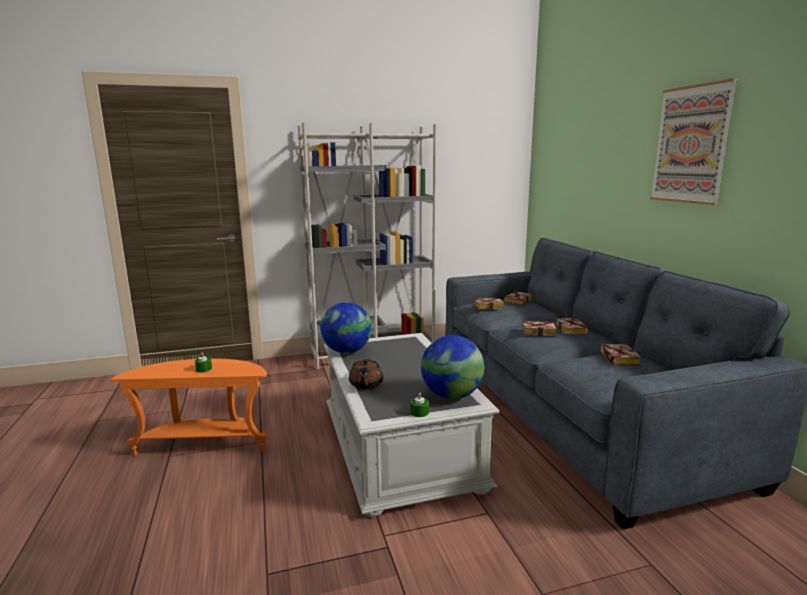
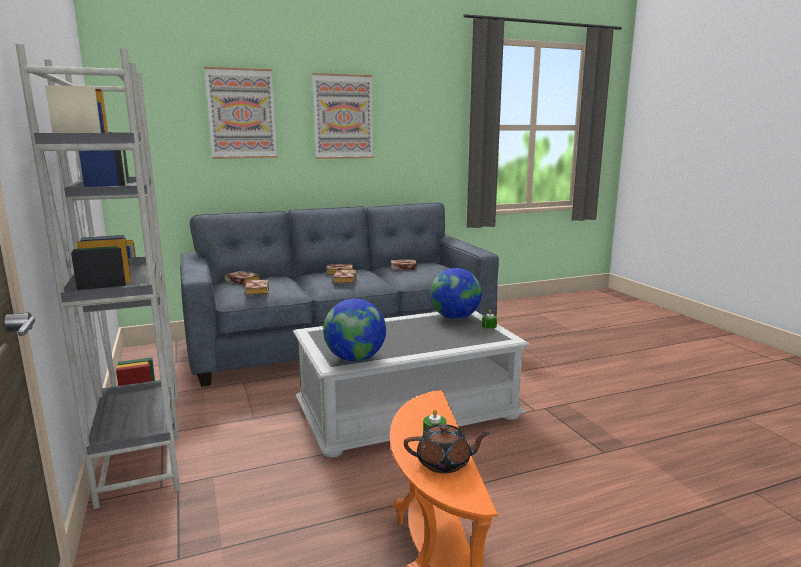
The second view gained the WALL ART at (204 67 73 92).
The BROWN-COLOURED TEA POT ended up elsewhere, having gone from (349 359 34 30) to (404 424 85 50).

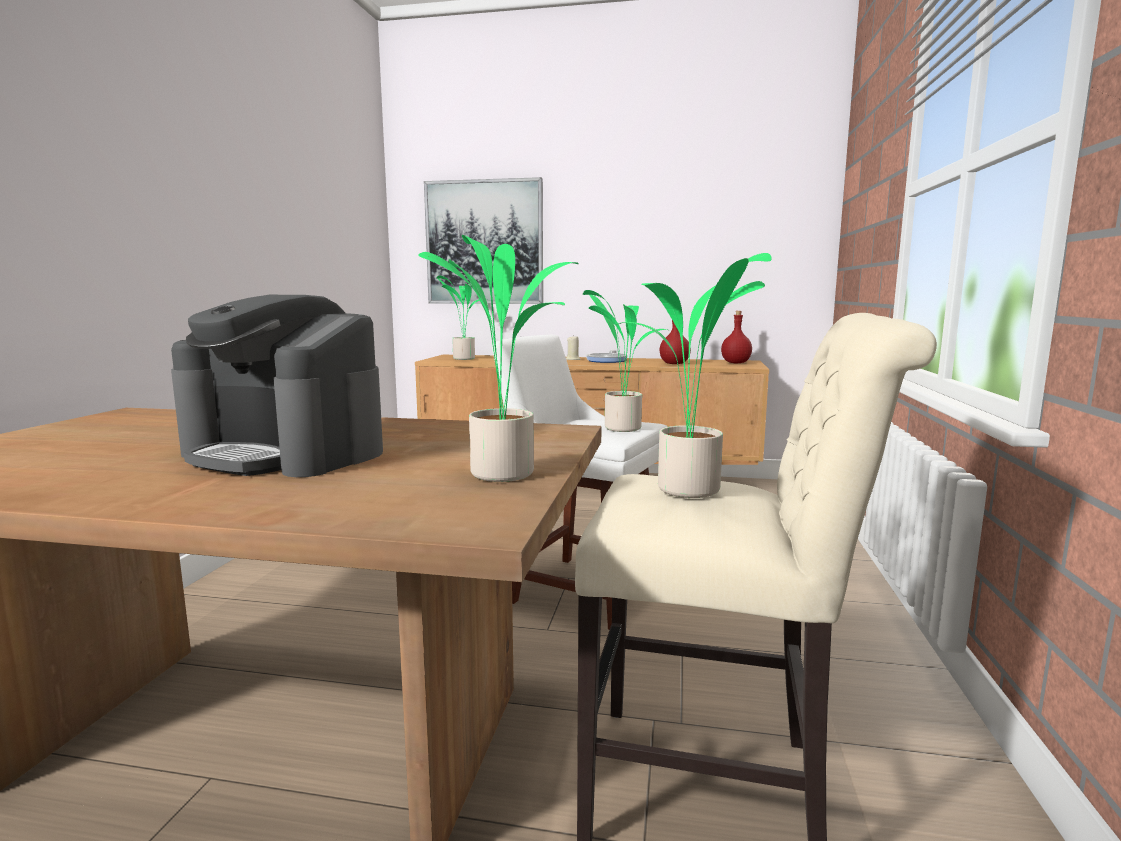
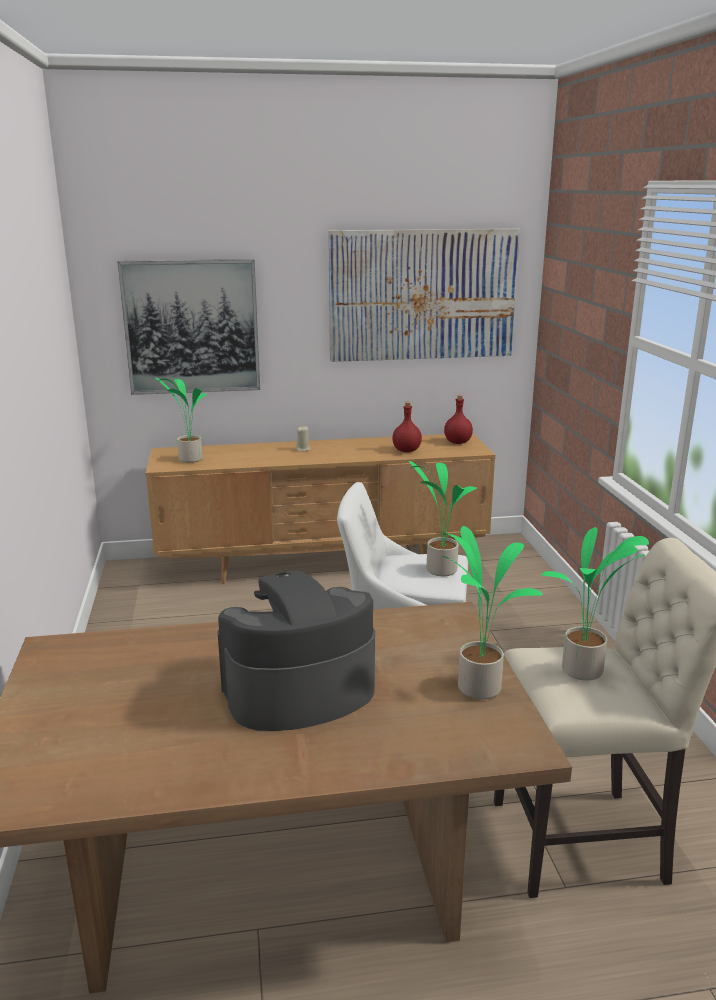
The second view lost the FRYING PAN at (586 350 42 13).
The second view gained the WALL ART at (328 229 192 133).
The COFFEE MACHINE at (171 295 212 182) ended up facing another way, 150 degrees clockwise from before.

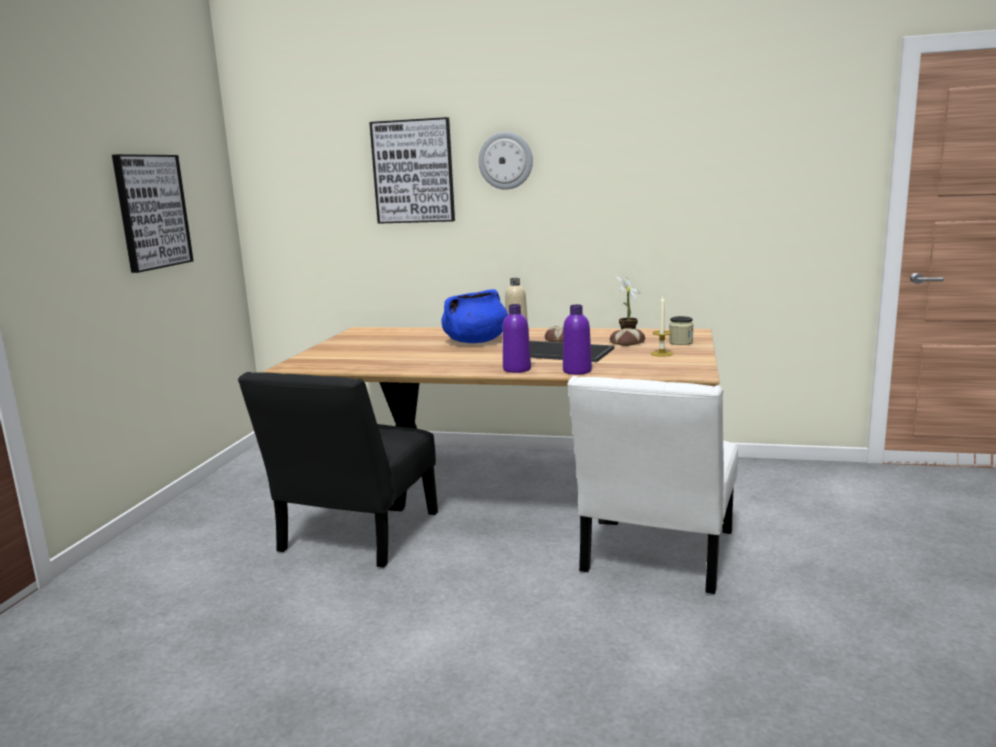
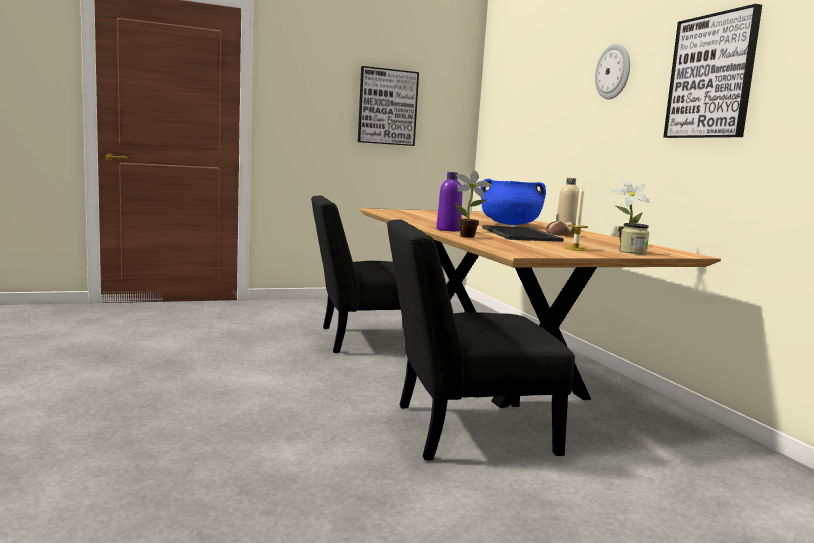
The second view lost the BAKED BREAD at (610 328 35 18).
The WALL ART ended up elsewhere, having gone from (369 117 86 107) to (663 4 99 134).
Where the PURPLE-COLOURED DRINK BOTTLE stood at (563 305 29 70), the PLANT IN A POT came to stand at (454 171 38 67).
What was the WHITE-COLOURED UPRIGHT CHAIR at (567 376 171 218) turned into the BLACKISH UPRIGHT CHAIR at (387 219 188 241).

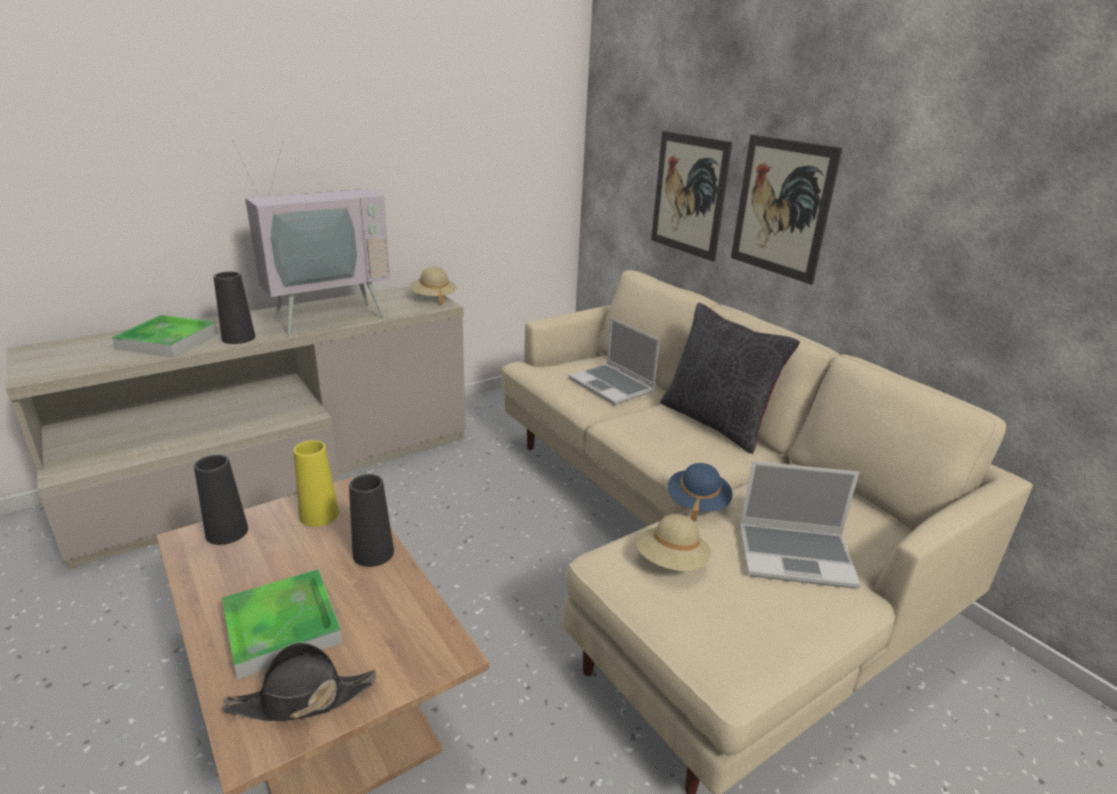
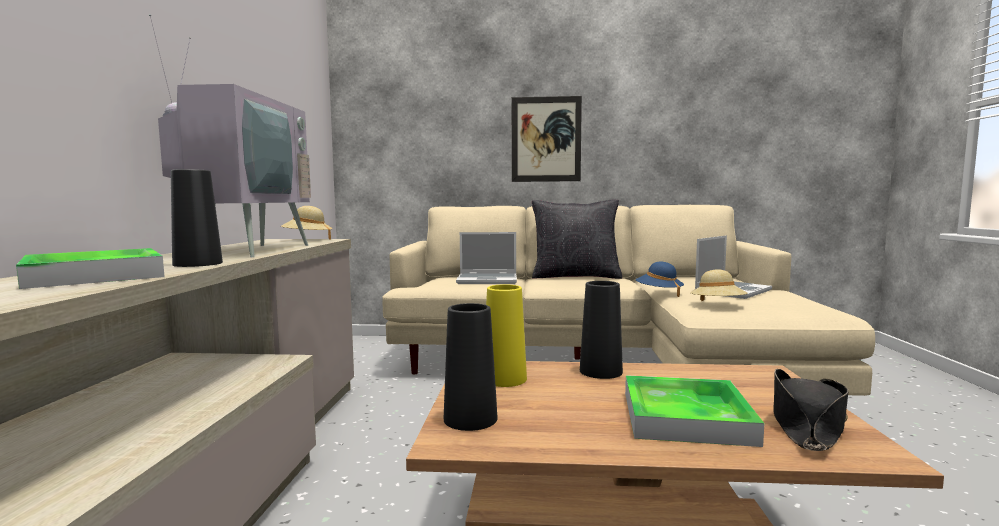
The second view lost the WALL ART at (651 131 82 131).

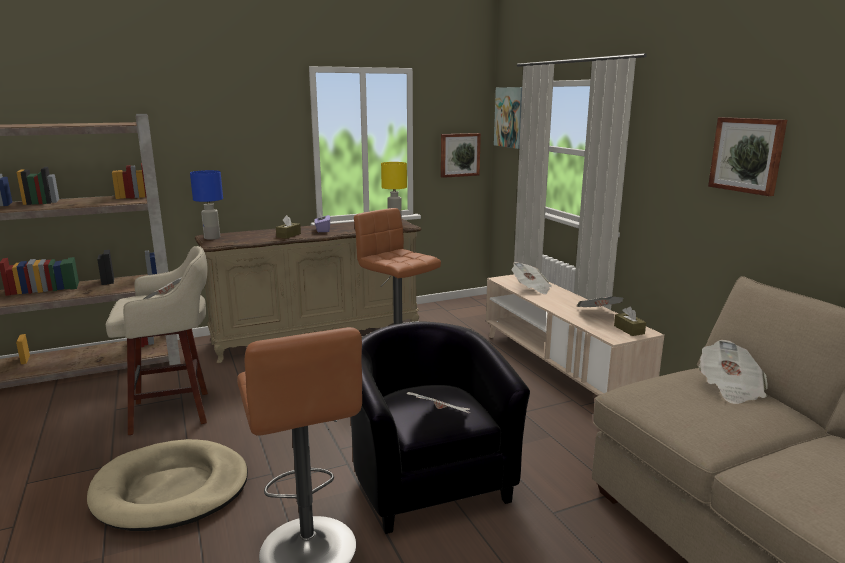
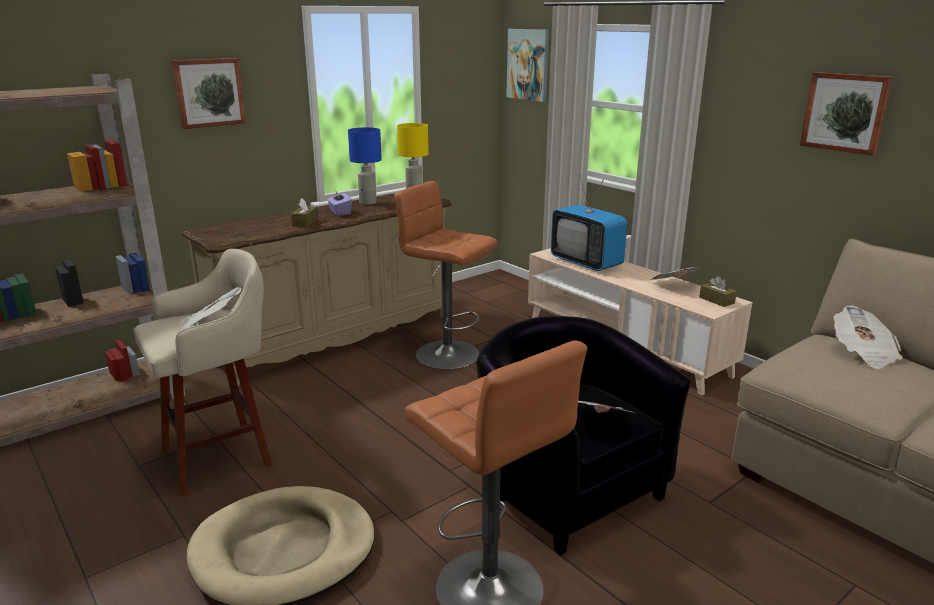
The BLUE-COLOURED LAMP FOR A TABLE ended up elsewhere, having gone from (190 170 33 70) to (348 127 34 78).
The WALL ART ended up elsewhere, having gone from (441 133 40 45) to (171 58 75 71).
Where the DAILY PAPER stood at (512 262 40 33), the TV came to stand at (551 174 76 97).

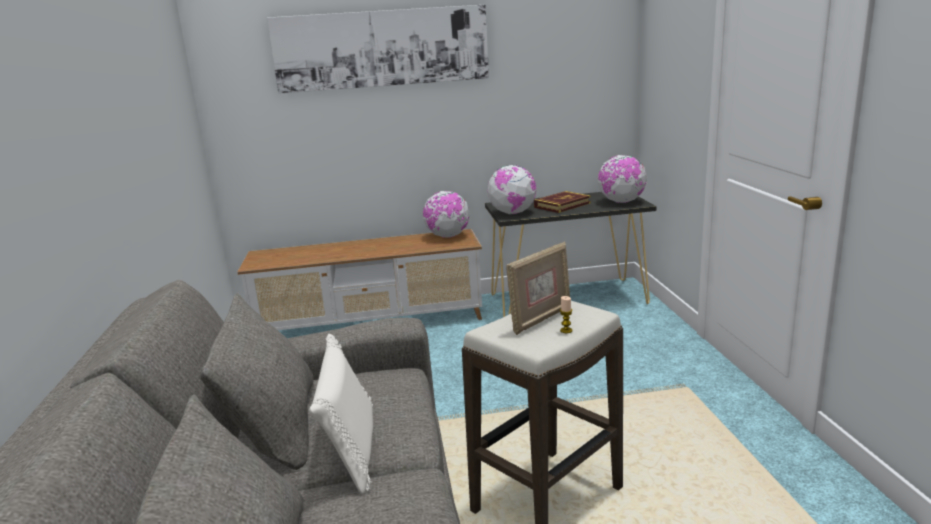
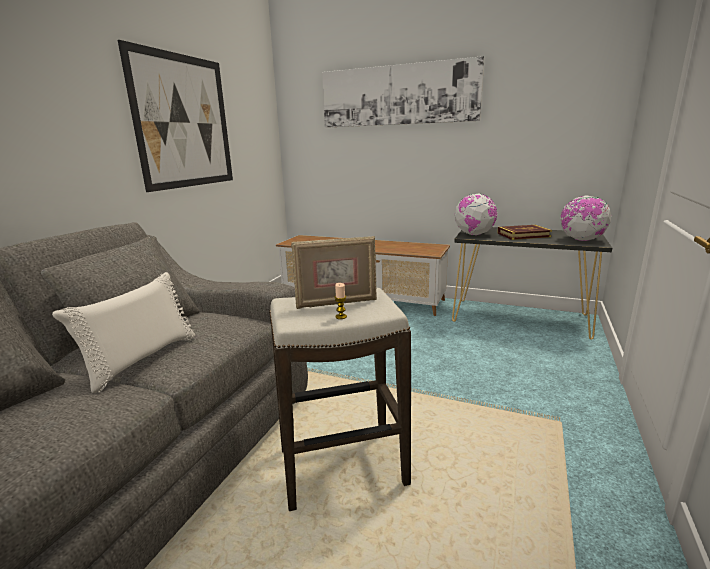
The second view lost the WORLD GLOBE at (423 191 47 47).
The second view gained the WALL ART at (118 40 115 152).

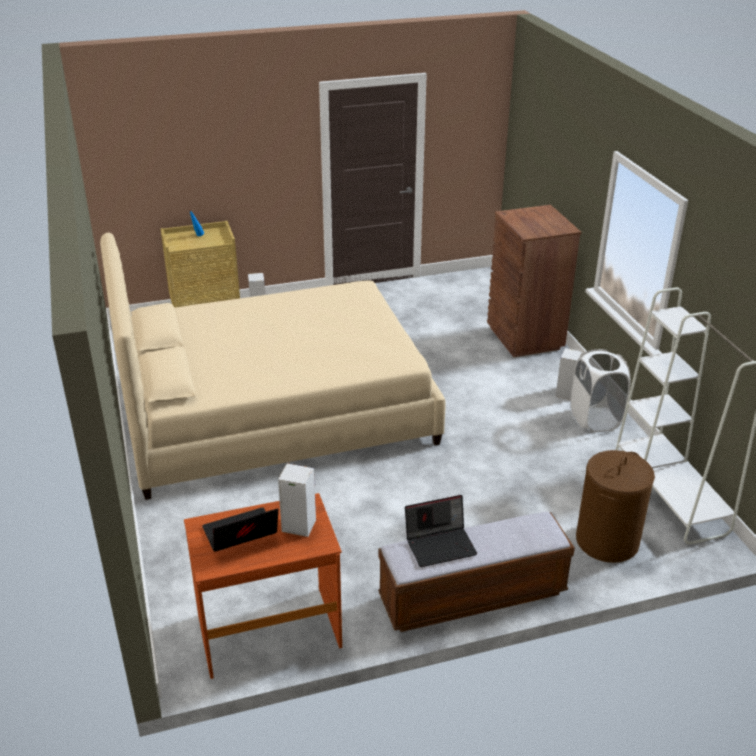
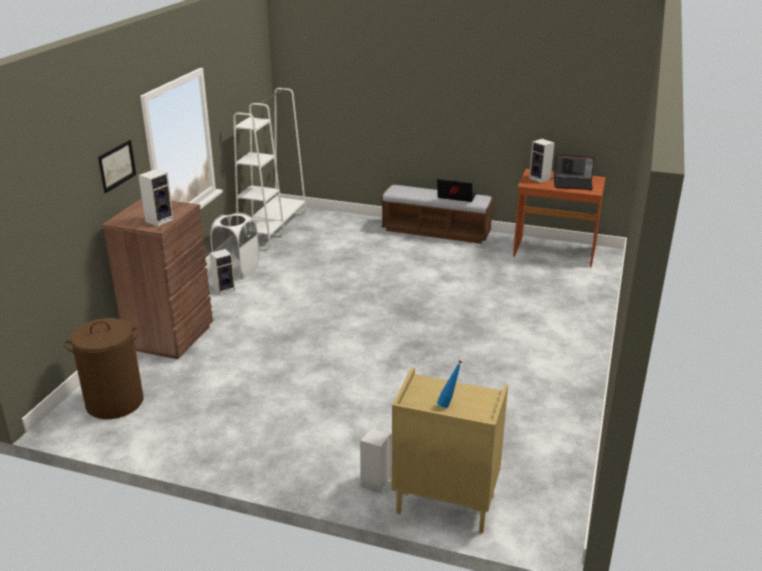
The second view lost the BEIGE-COLOURED SLEEPING BED at (100 233 346 267).
The second view gained the WALL ART at (98 140 38 53).
The second view gained the SPEAKER at (138 169 36 58).
The BROWN-COLOURED LAUNDRY BASKET ended up elsewhere, having gone from (576 450 79 113) to (64 318 79 101).

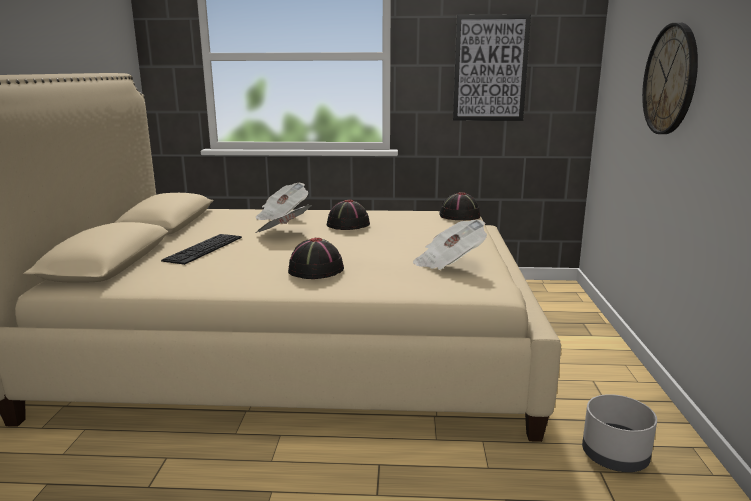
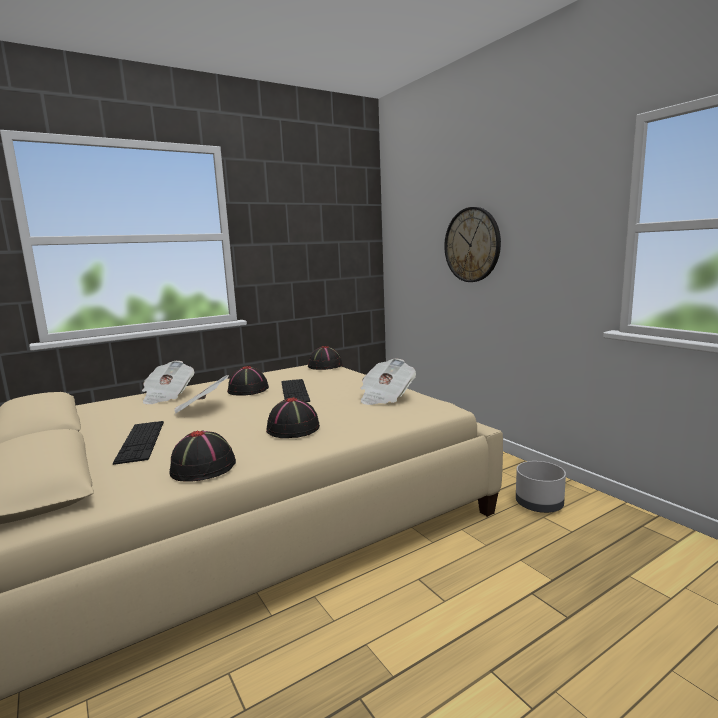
The second view lost the WALL ART at (453 14 78 107).
The second view gained the BLACKISH CLOTHING HAT at (169 431 67 51).
The second view gained the COMPUTER KEYBOARD at (281 379 29 23).

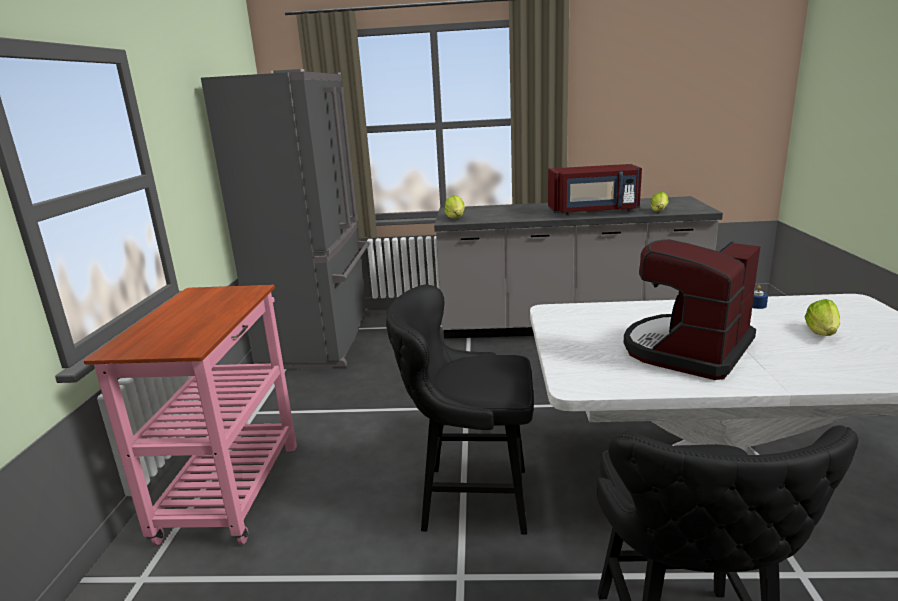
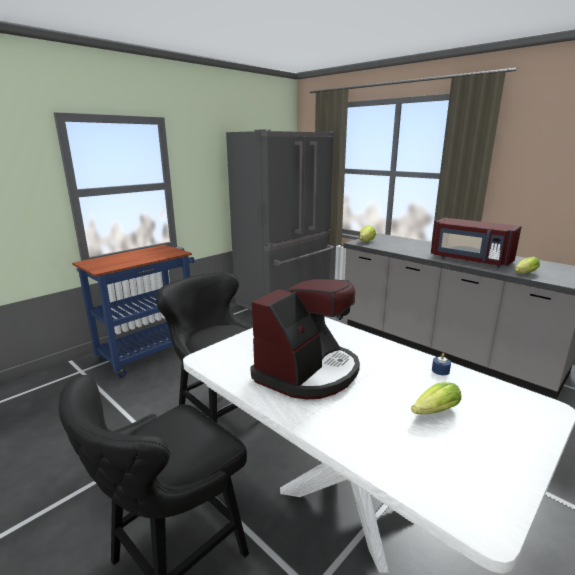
What was the PINKISH WHEELED CART at (83 285 214 260) turned into the BLUE-COLOURED WHEELED CART at (72 245 122 133).
The COFFEE MACHINE at (623 239 138 141) ended up facing another way, 135 degrees clockwise from before.

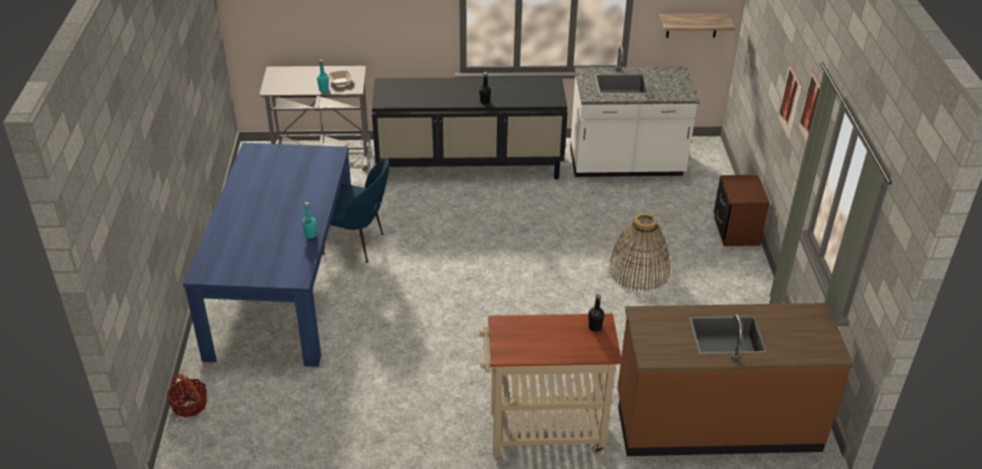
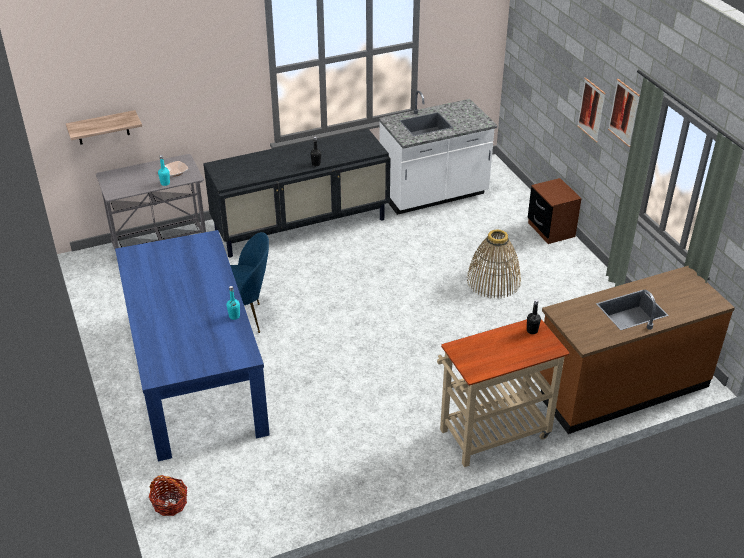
The BRACKET SHELF ended up elsewhere, having gone from (659 14 76 24) to (66 110 76 35).

